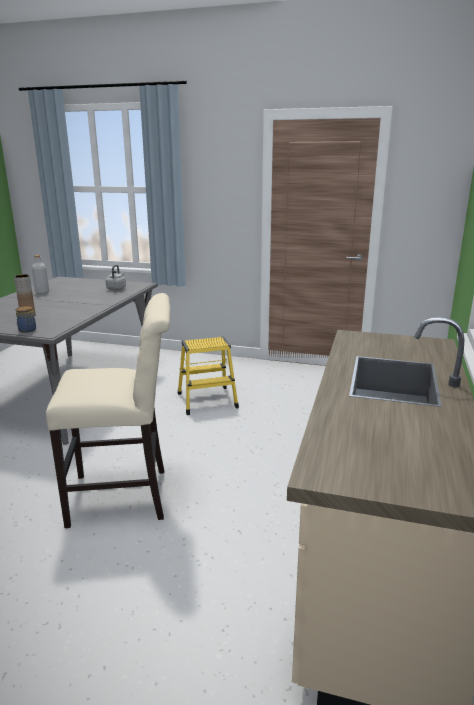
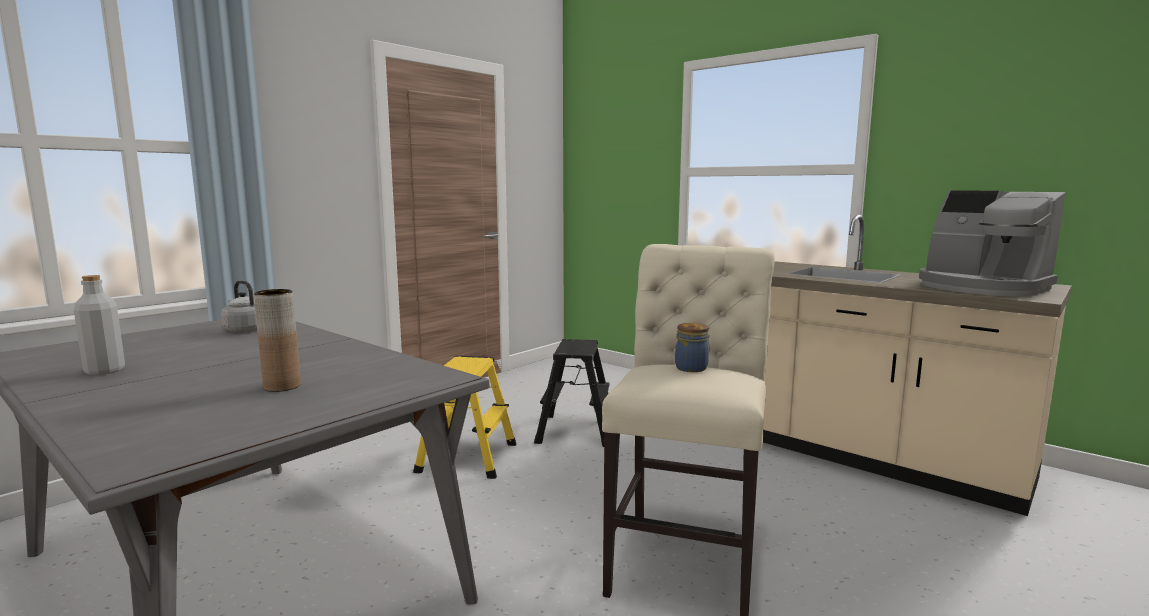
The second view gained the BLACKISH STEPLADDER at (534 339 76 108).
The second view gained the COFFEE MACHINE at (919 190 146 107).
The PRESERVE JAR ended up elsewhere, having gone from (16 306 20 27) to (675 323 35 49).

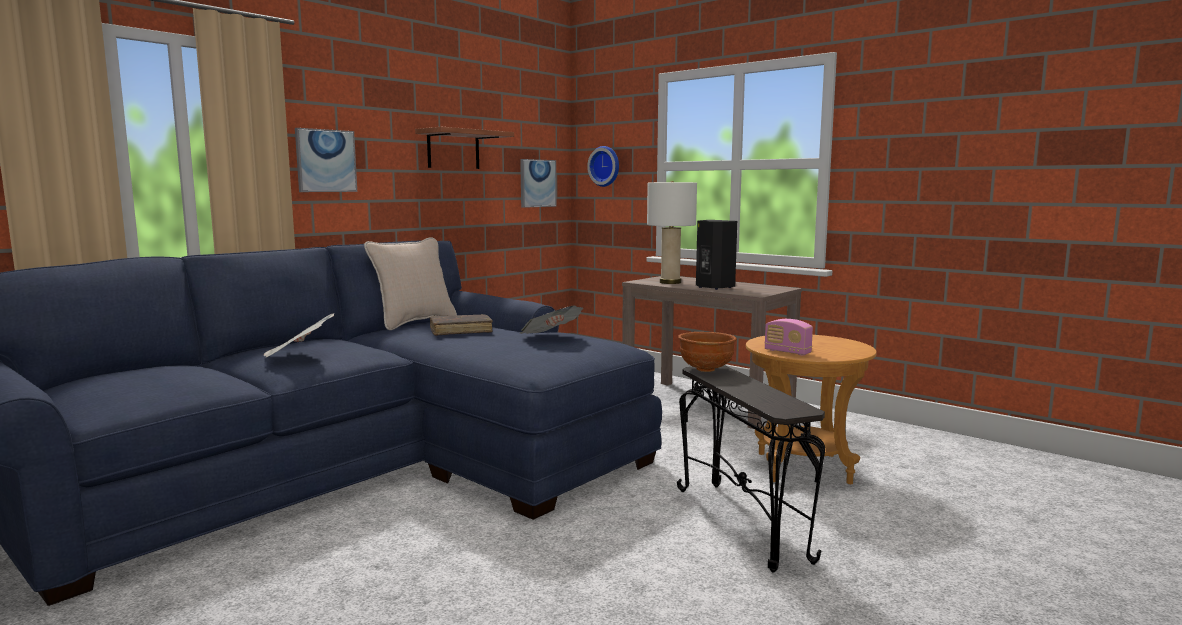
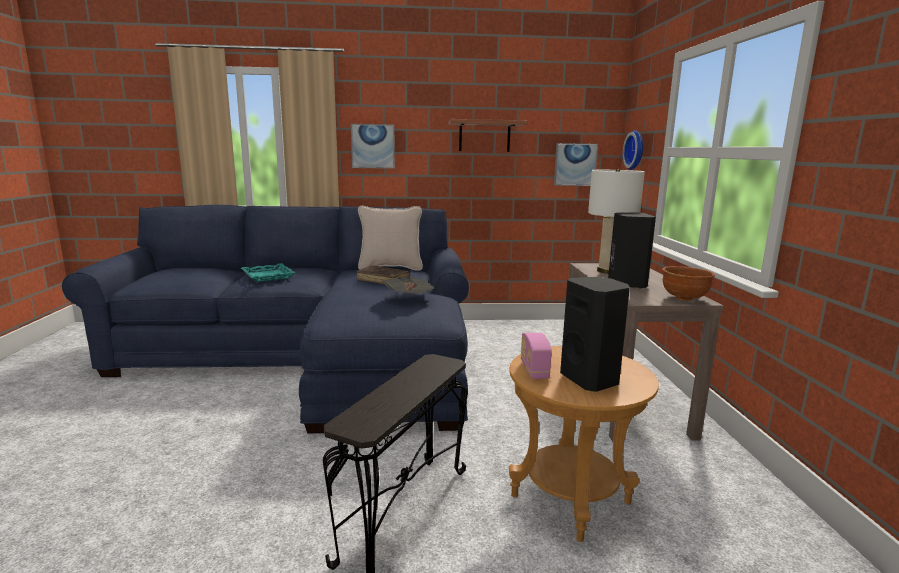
The second view gained the BLACKISH SPEAKER at (560 277 70 115).
The BROWN-COLOURED SERVING BOWL ended up elsewhere, having gone from (678 332 58 40) to (662 266 53 35).
Where the DAILY PAPER stood at (264 313 70 44), the BLUE-GREEN CARRYING TRAY came to stand at (241 263 54 19).

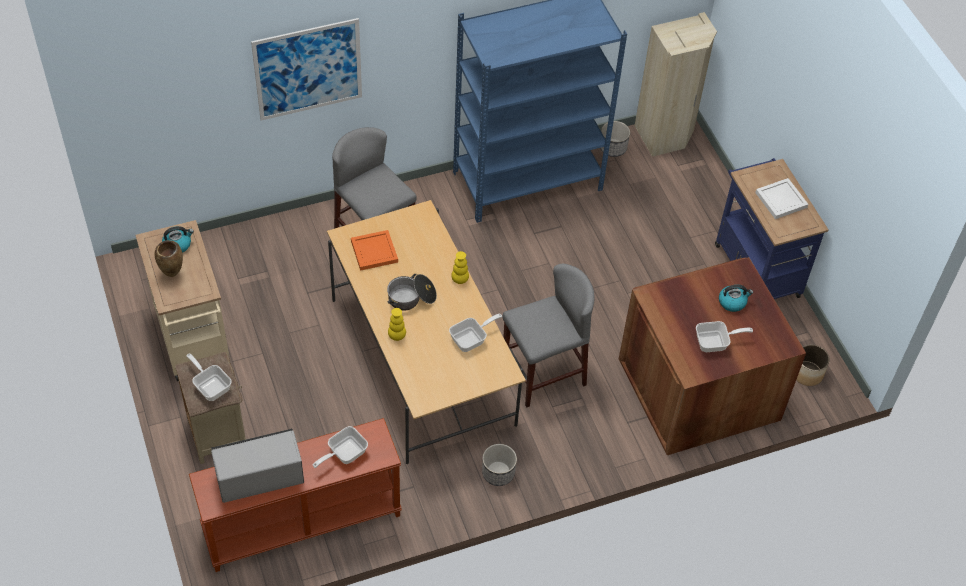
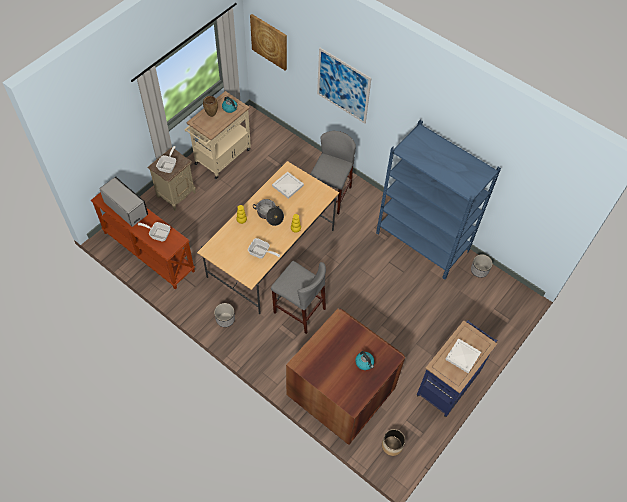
The second view lost the BEIGE-COLOURED CUPBOARD at (635 12 82 145).
The second view lost the FRYING PAN at (696 321 57 31).
The second view gained the WALL ART at (250 14 37 56).
What was the ORANGE CARRYING TRAY at (351 230 47 41) turned into the WHITE-COLOURED CARRYING TRAY at (272 172 32 27).

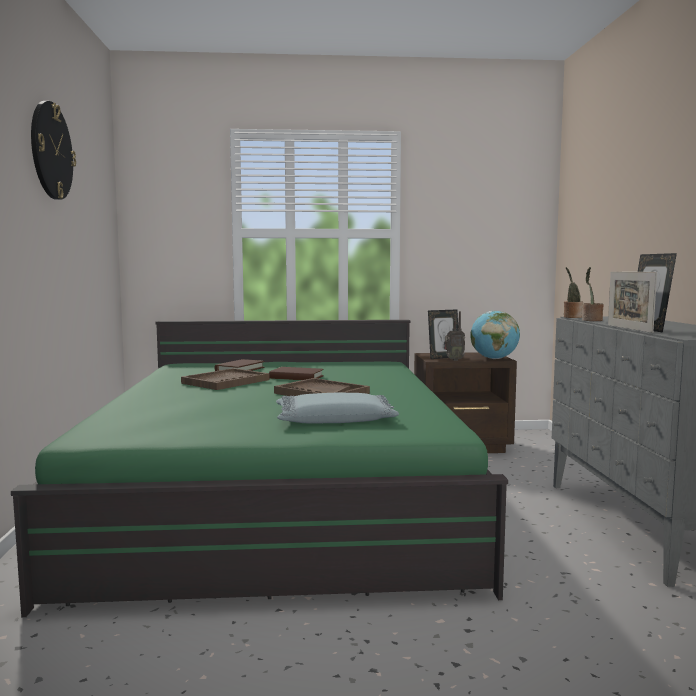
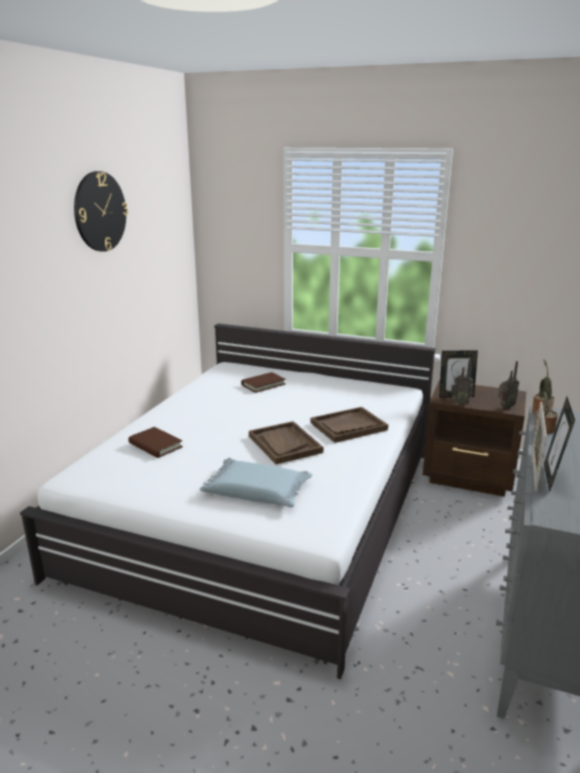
The BROWN-COLOURED CARRYING TRAY ended up elsewhere, having gone from (181 368 89 22) to (311 407 77 36).
The BROWN-COLOURED VOLUME ended up elsewhere, having gone from (269 367 55 13) to (128 427 55 31).
Where the WORLD GLOBE stood at (470 311 50 48), the RADIO SET came to stand at (498 361 21 48).
What was the GREENISH SLEEPING BED at (11 320 497 297) turned into the WHITE-COLOURED SLEEPING BED at (20 323 416 356).

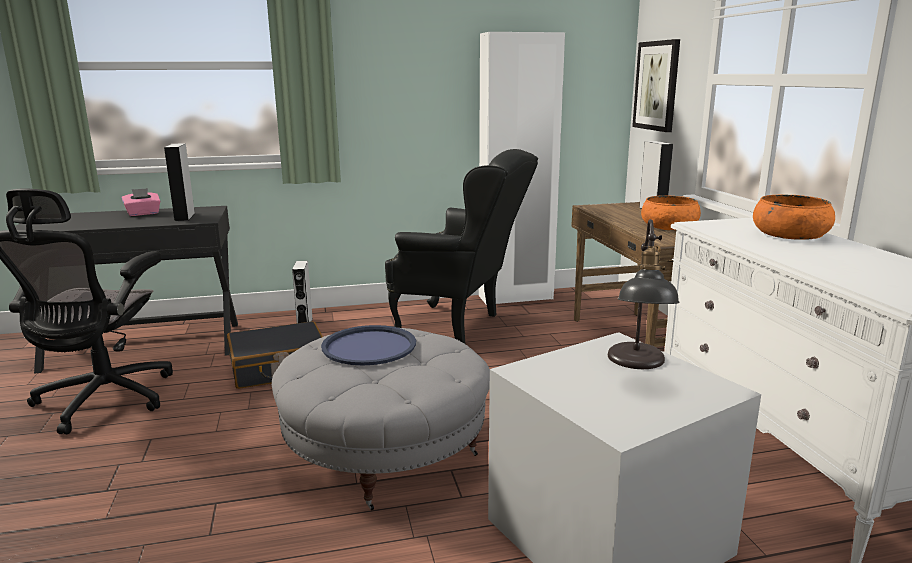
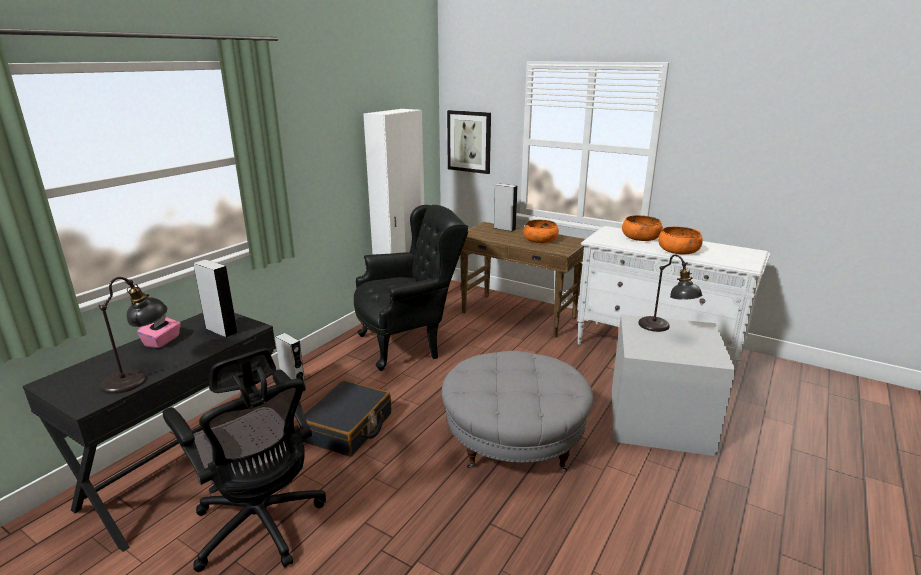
The second view lost the BLUE-COLOURED CARRYING TRAY at (321 325 95 41).
The second view gained the GREY LAMP FOR A TABLE at (99 277 68 117).
The second view gained the ORANGE SERVING BOWL at (658 226 45 28).

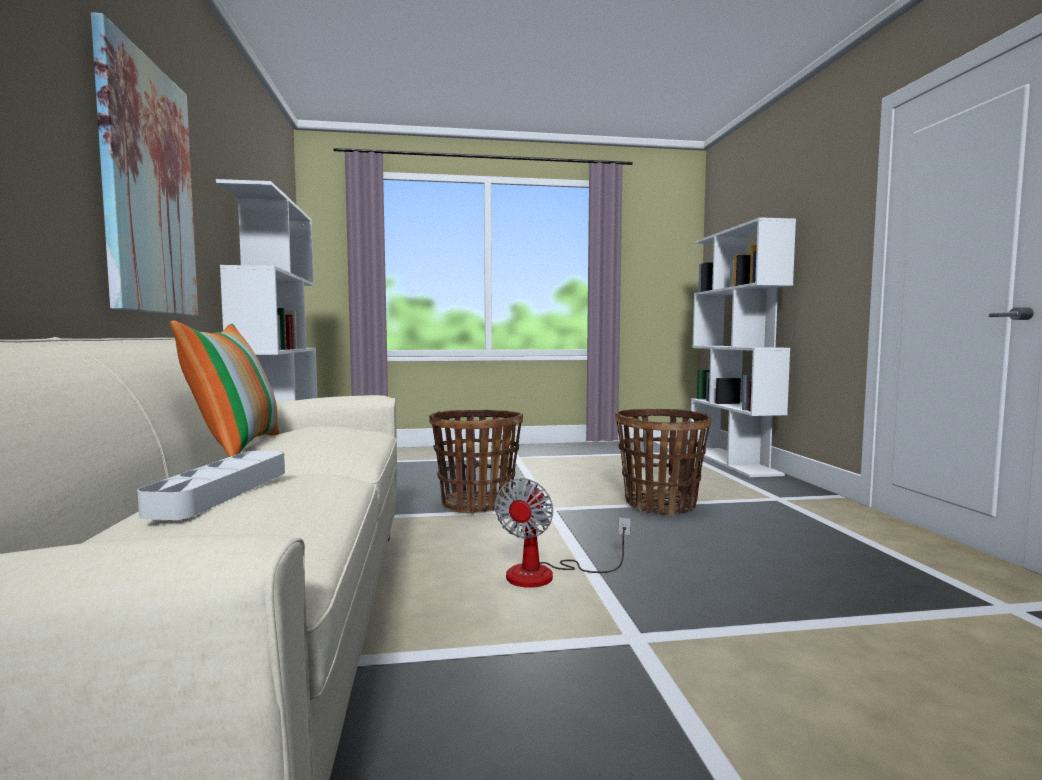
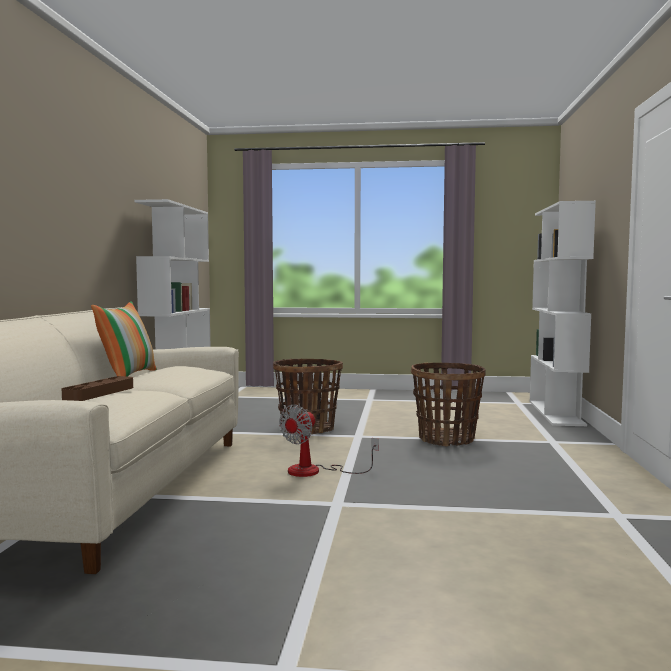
The second view lost the WALL ART at (91 12 107 304).
What was the GREY CARRYING TRAY at (137 451 148 69) turned into the BROWN-COLOURED CARRYING TRAY at (62 376 71 25).

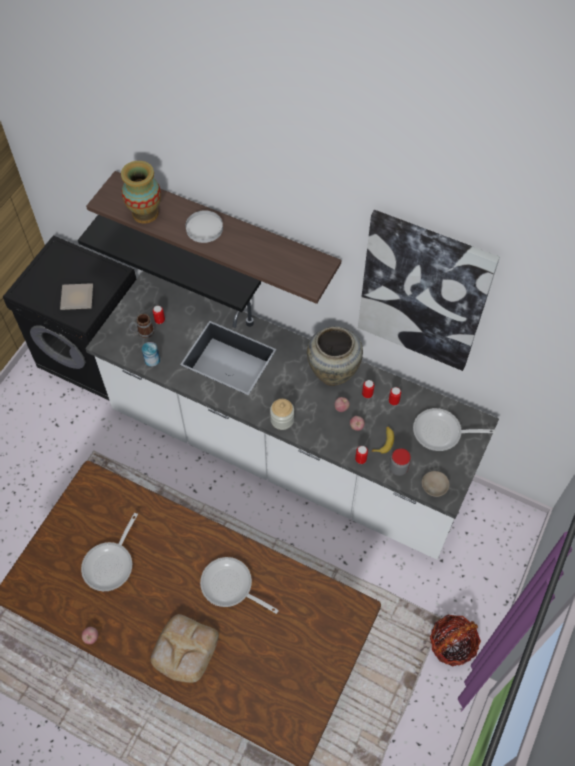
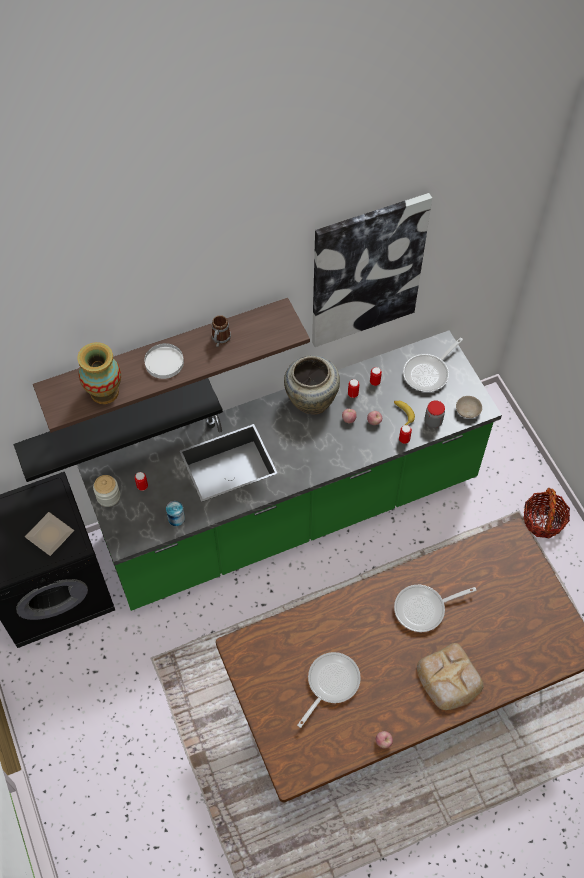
The TEA MUG ended up elsewhere, having gone from (129 314 25 24) to (211 315 20 32).
The PRESERVE JAR ended up elsewhere, having gone from (270 399 24 31) to (93 475 27 32).
What was the WHITE-COLOURED COUNTER at (85 271 414 289) turned into the GREENISH COUNTER at (77 331 425 280).
The FRYING PAN at (81 513 57 78) ended up facing another way, 120 degrees counterclockwise from before.

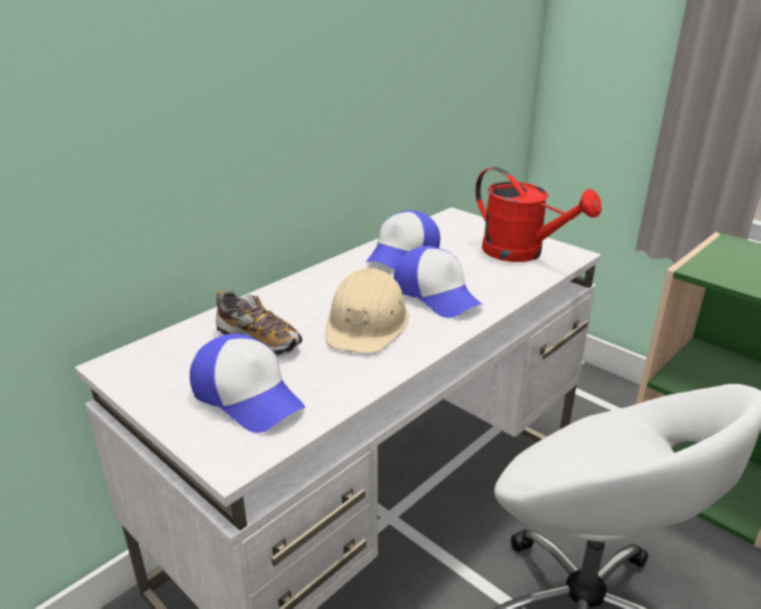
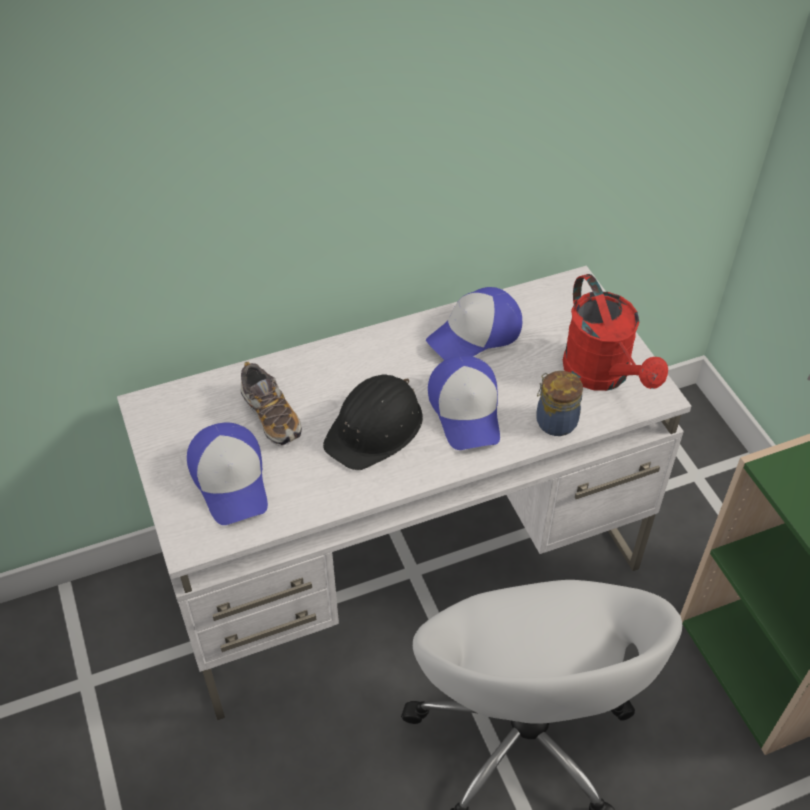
The second view gained the PRESERVE JAR at (536 371 47 65).
What was the BEIGE-COLOURED HARD HAT at (326 268 83 86) turned into the BLACKISH HARD HAT at (323 375 100 95).

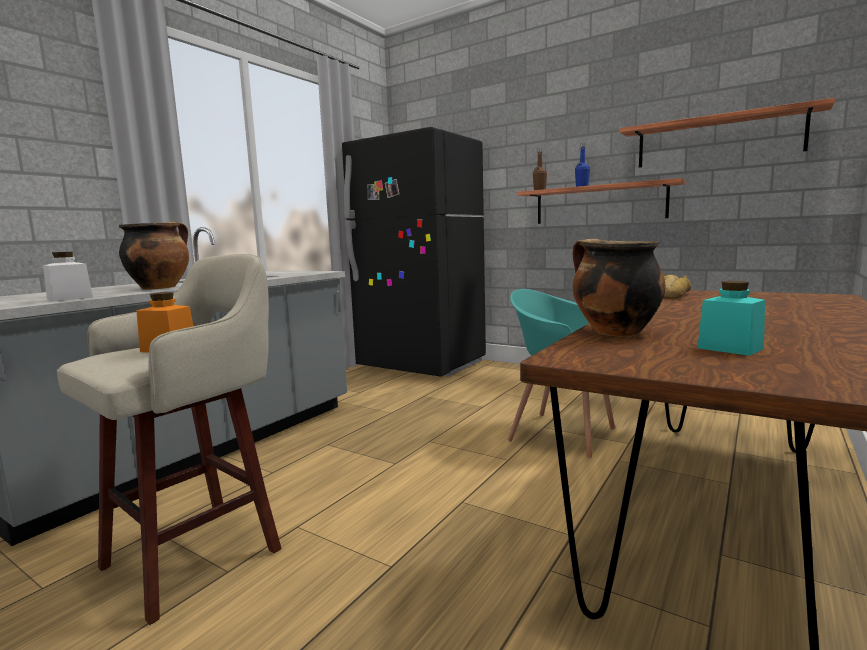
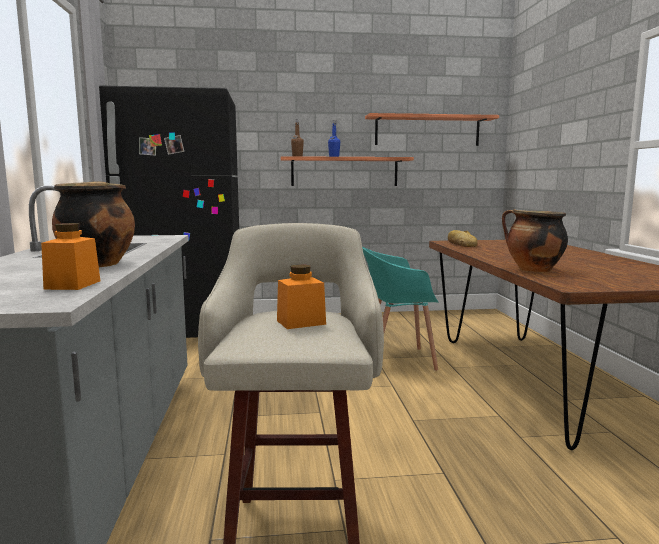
The second view lost the BLUE-GREEN PRESERVE JAR at (697 281 68 75).
What was the WHITE-COLOURED PRESERVE JAR at (43 252 50 50) turned into the ORANGE PRESERVE JAR at (41 223 59 67).

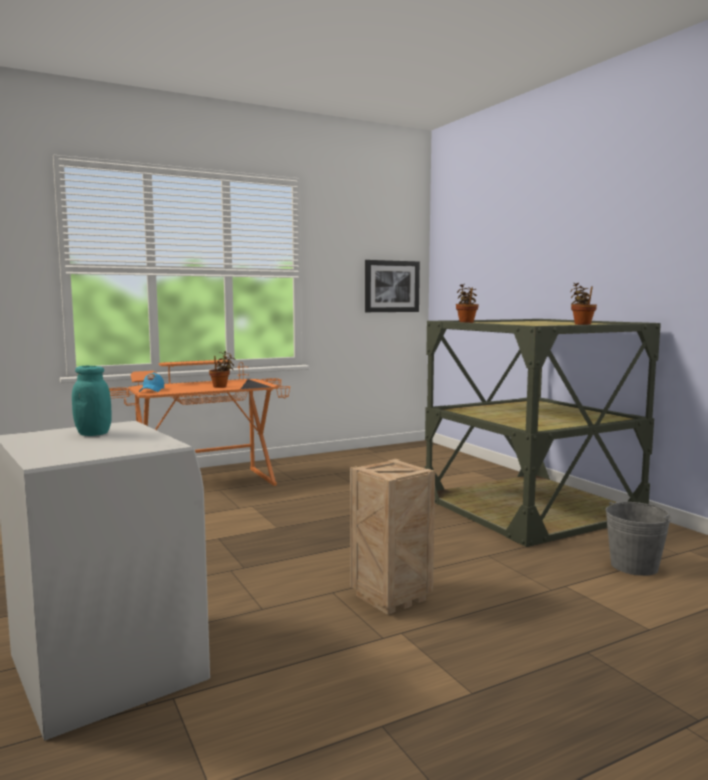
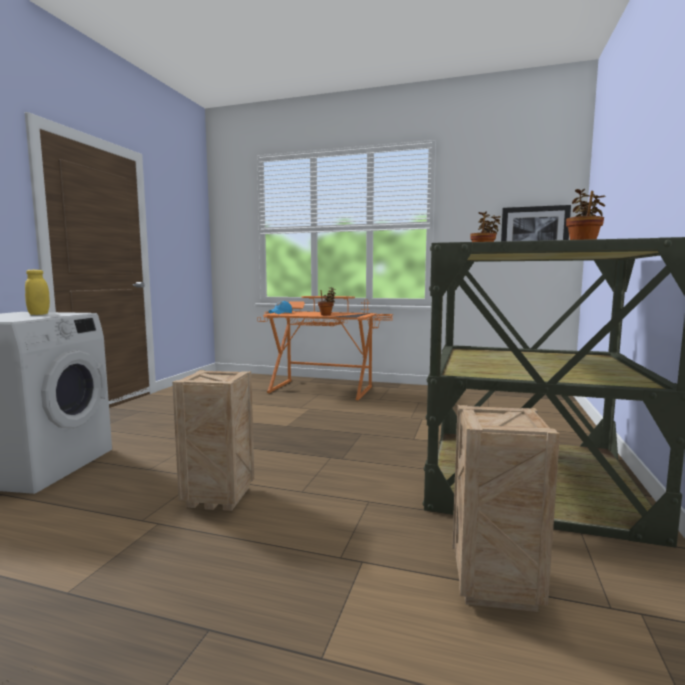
Where the GREY BUCKET stood at (605 502 66 74), the CRATE came to stand at (452 405 108 207).
What was the BLUE-GREEN PRESERVE JAR at (72 366 40 70) turned into the YELLOWISH PRESERVE JAR at (25 270 25 45).

